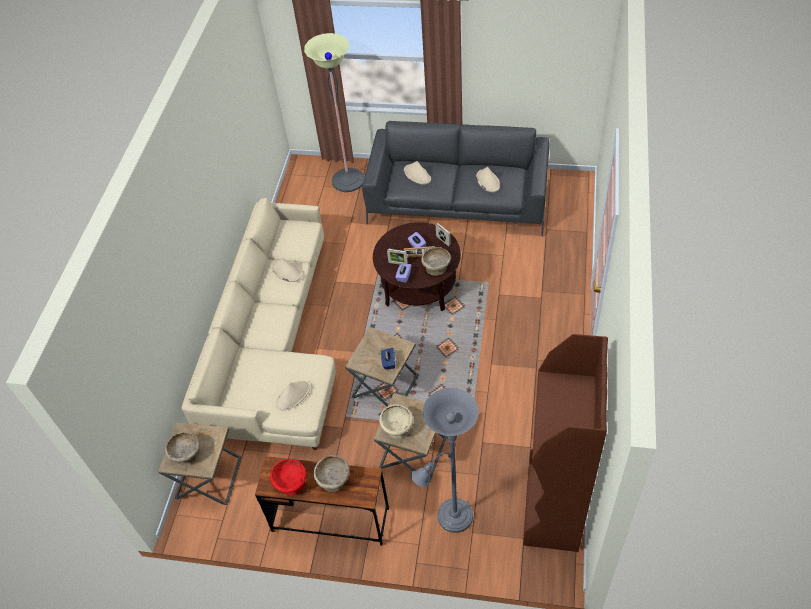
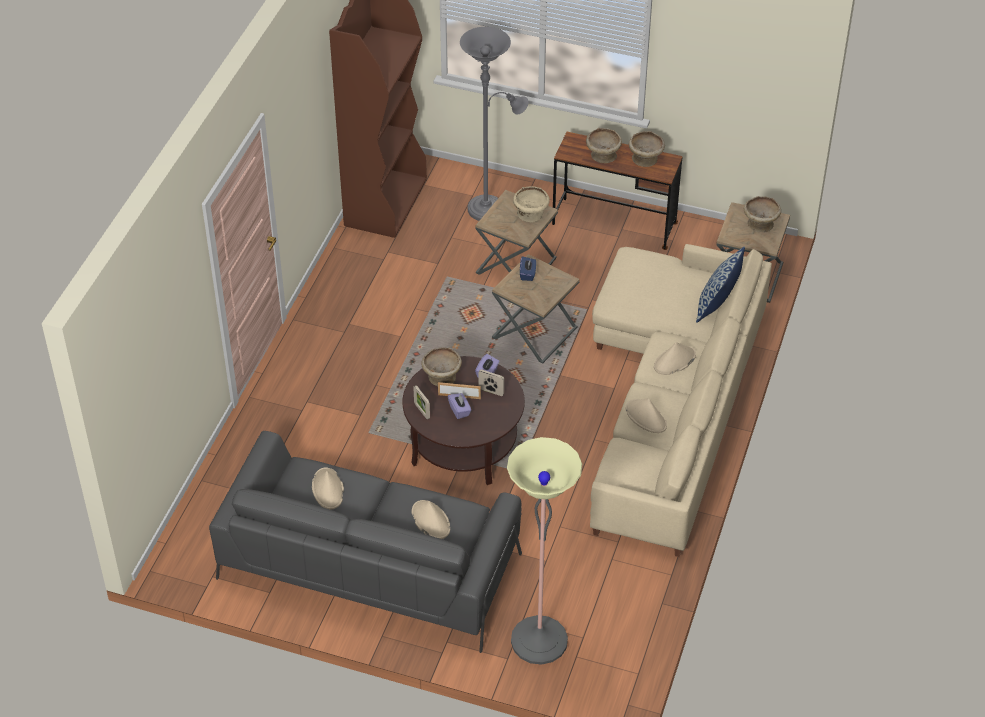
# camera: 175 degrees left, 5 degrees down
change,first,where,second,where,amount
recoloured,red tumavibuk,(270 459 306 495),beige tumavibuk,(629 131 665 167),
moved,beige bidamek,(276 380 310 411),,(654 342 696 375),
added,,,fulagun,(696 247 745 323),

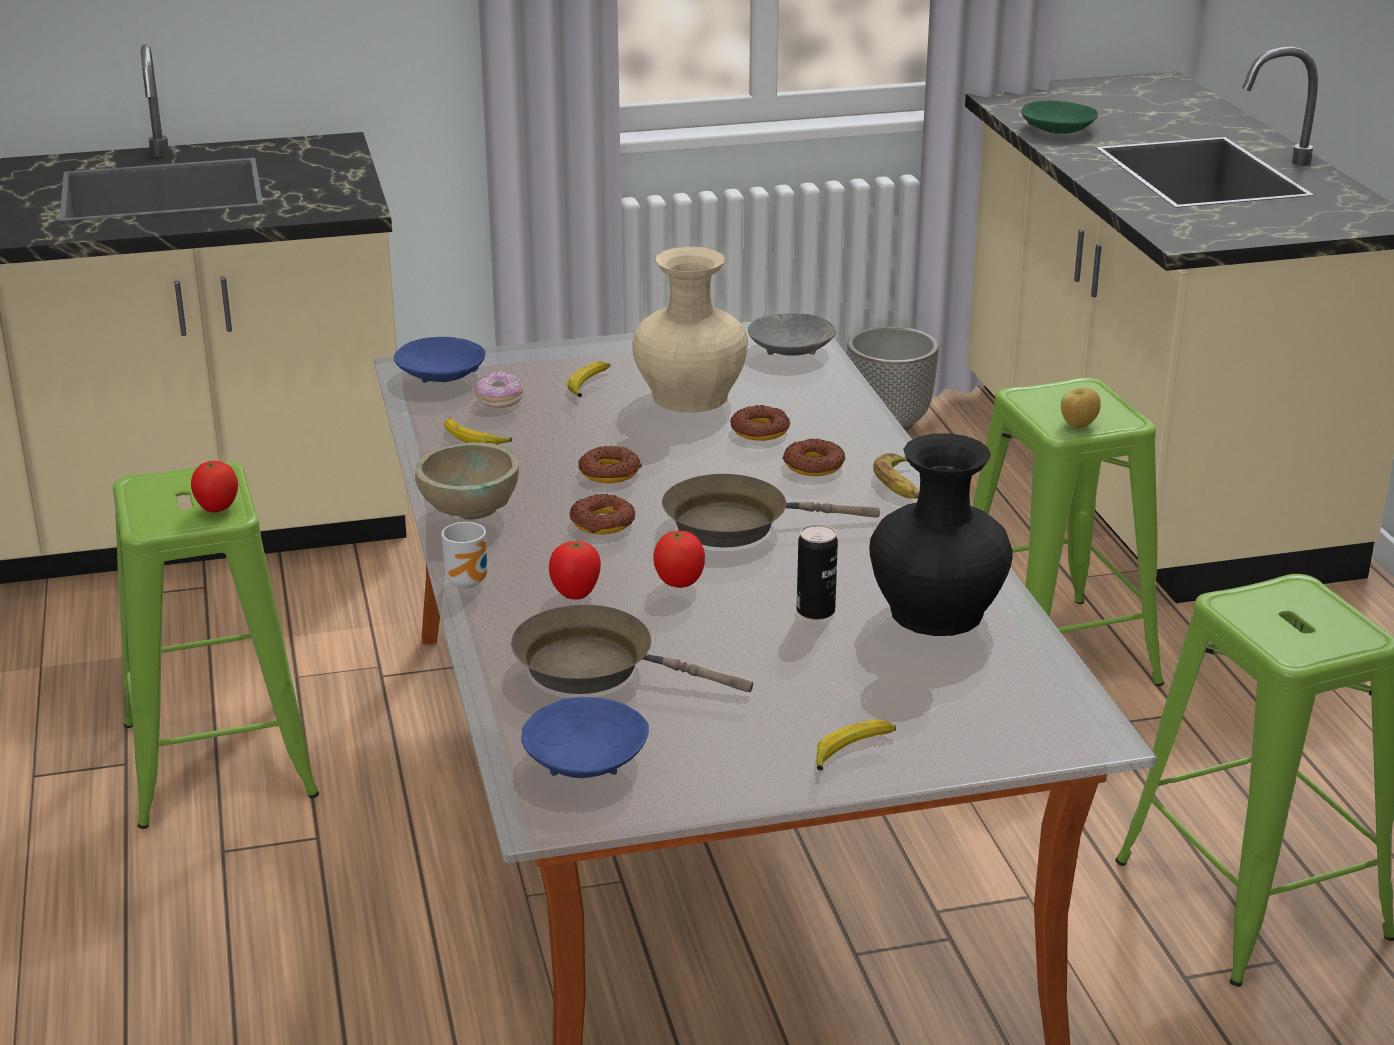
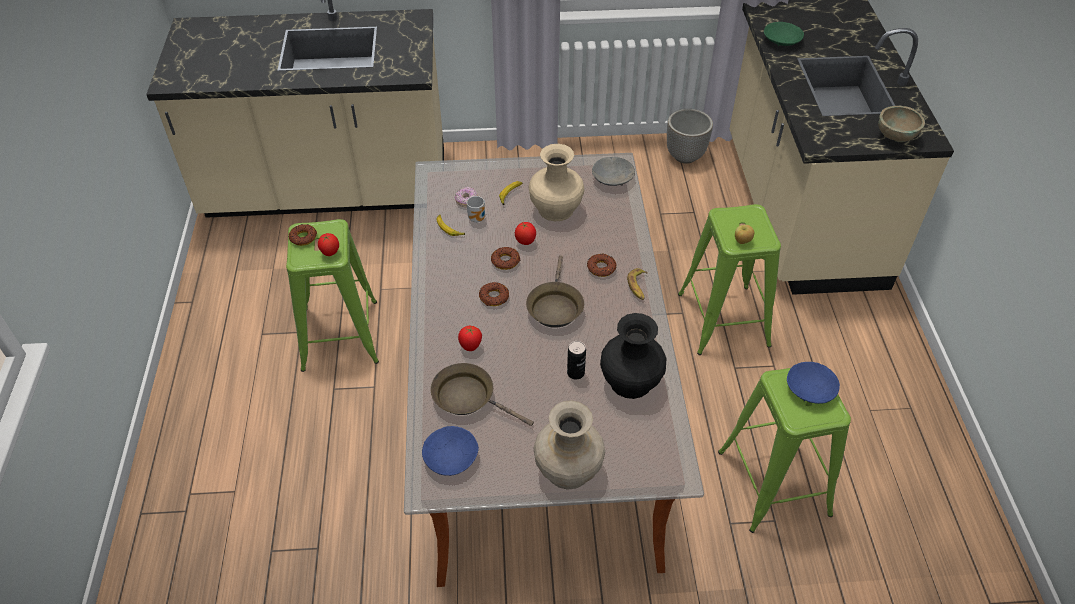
# camera: 10 degrees right, 20 degrees up
change,first,where,second,where,amount
moved,blue tumavibuk,(394 337 486 383),,(787 362 840 404),
moved,beige tumavibuk,(415 442 519 520),,(878 106 925 142),
moved,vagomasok,(442 522 487 589),,(467 196 485 223),
moved,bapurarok,(653 531 705 588),,(515 222 536 245),
turned,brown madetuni,(662 474 880 547),,(526 255 584 328),90 degrees counterclockwise
moved,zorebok,(730 405 790 441),,(288 224 317 246),
replaced,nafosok,(816 719 896 771),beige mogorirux,(534 400 605 490),

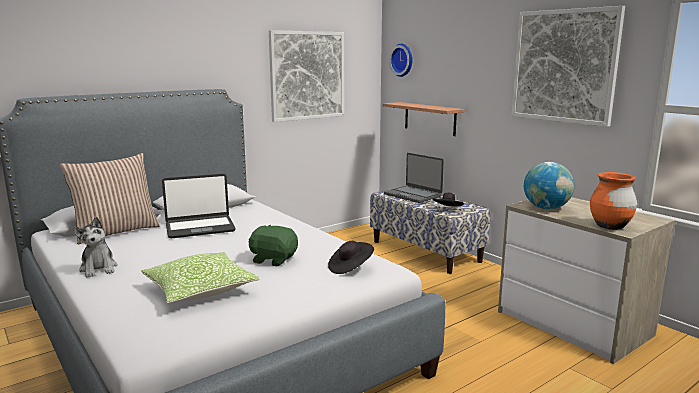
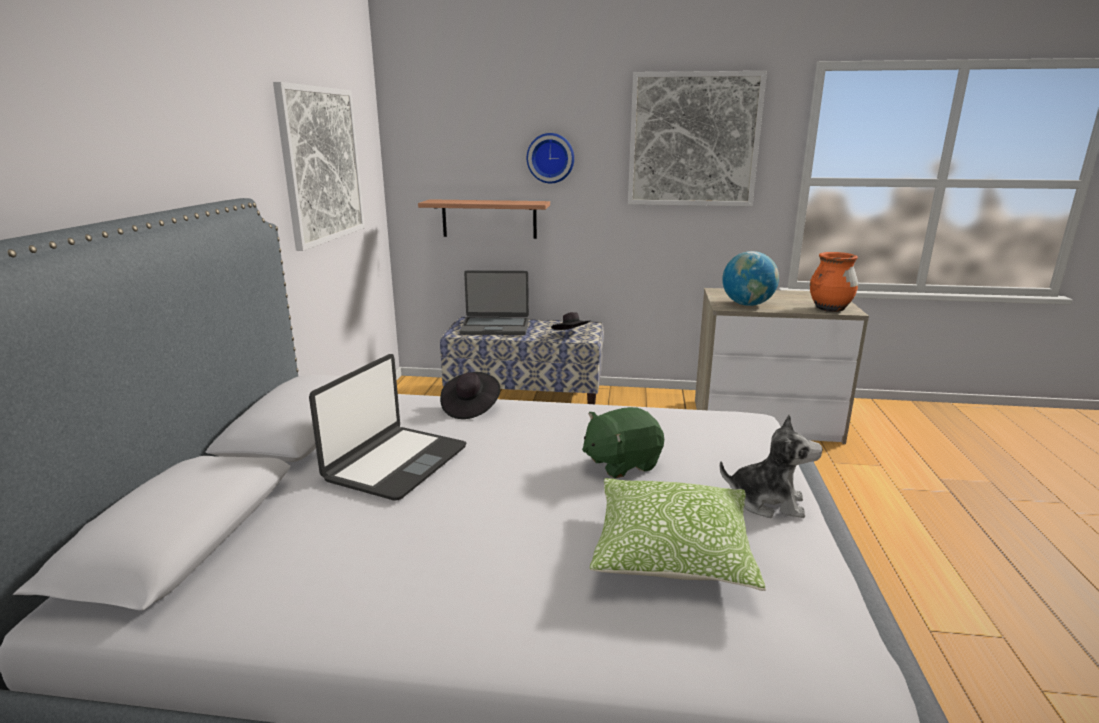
# camera: 45 degrees left, 5 degrees up
change,first,where,second,where,amount
removed,fulagun,(60 153 160 244),,,
moved,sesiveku,(73 217 117 278),,(719 414 823 518),
moved,black bidamek,(328 241 374 274),,(440 372 500 419),
moved,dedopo,(389 44 413 77),,(527 133 574 183),

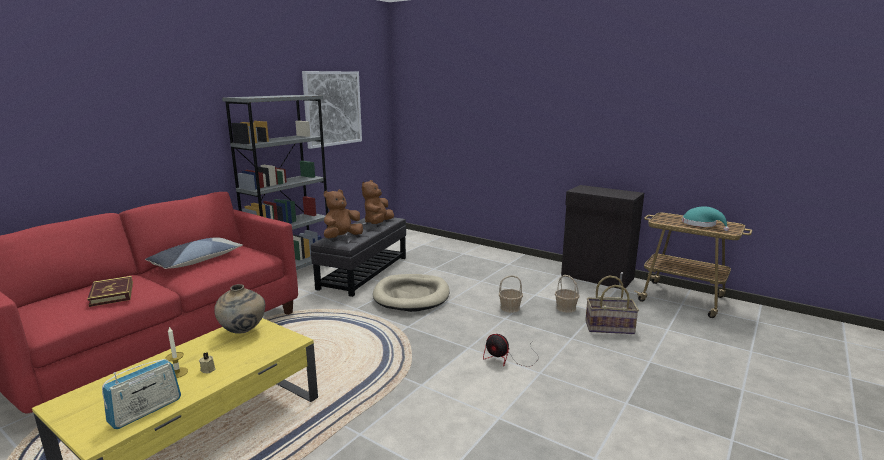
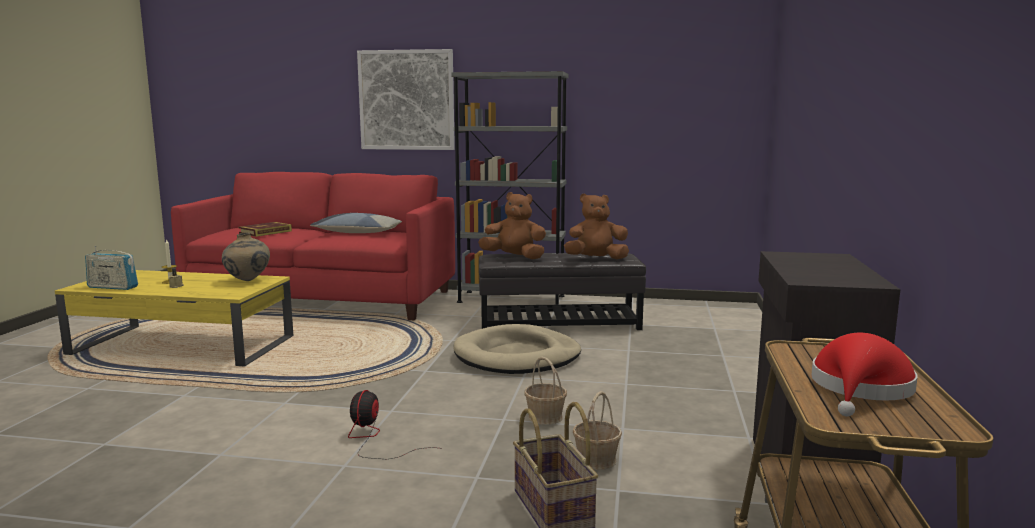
# camera: 65 degrees right, 5 degrees down
change,first,where,second,where,amount
moved,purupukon,(302 71 362 149),,(357 49 455 150),
recoloured,turquoise bidamek,(682 206 729 231),red bidamek,(811 333 917 417),

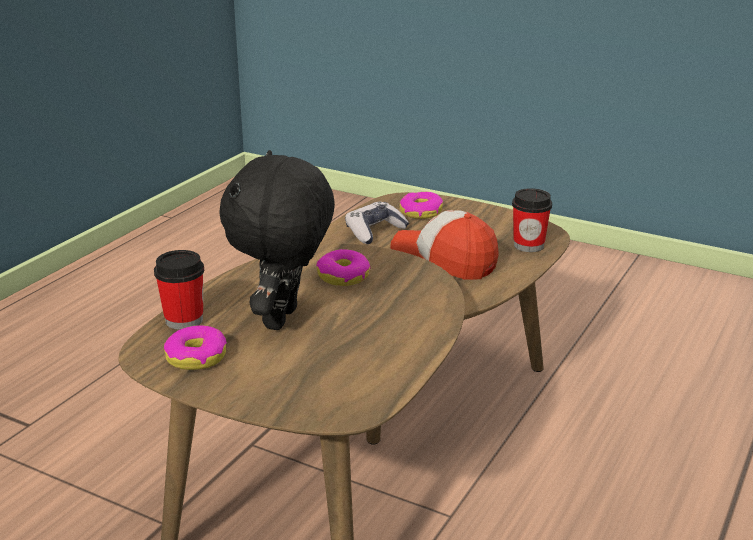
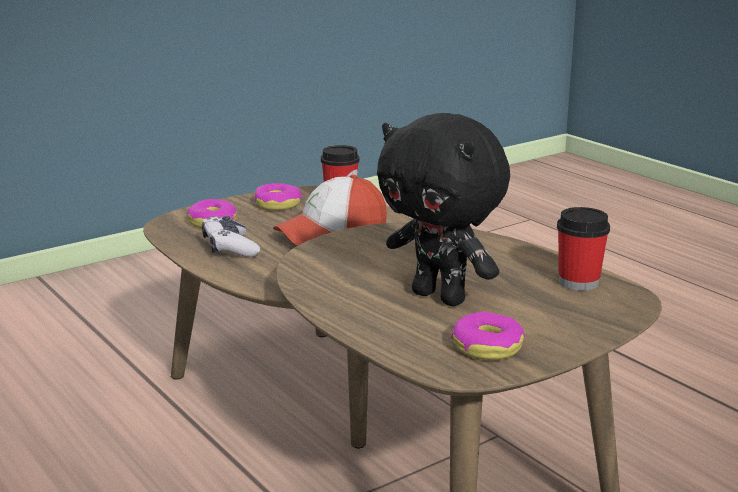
# camera: 65 degrees left, 5 degrees down
change,first,where,second,where,amount
moved,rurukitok,(154 250 204 330),,(557 207 610 290),
moved,zorebok,(316 249 371 286),,(255 183 302 211),

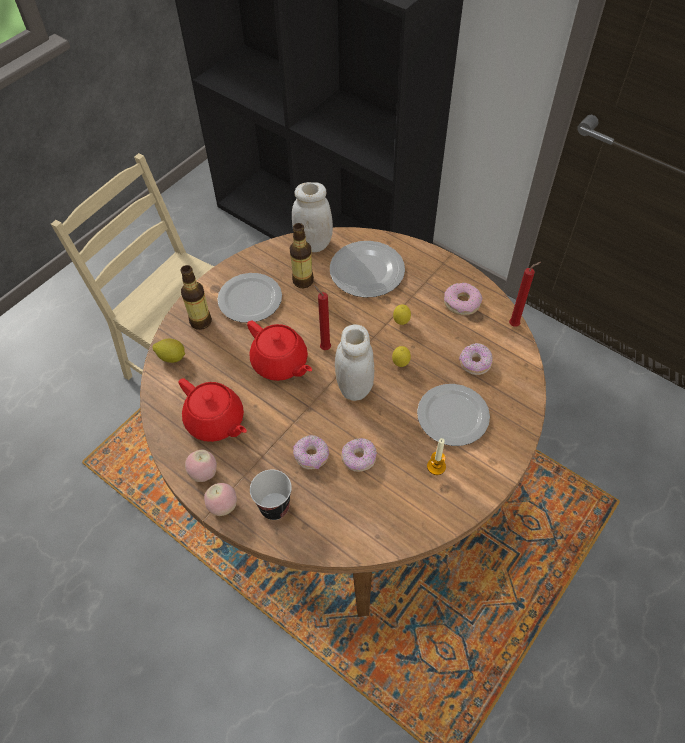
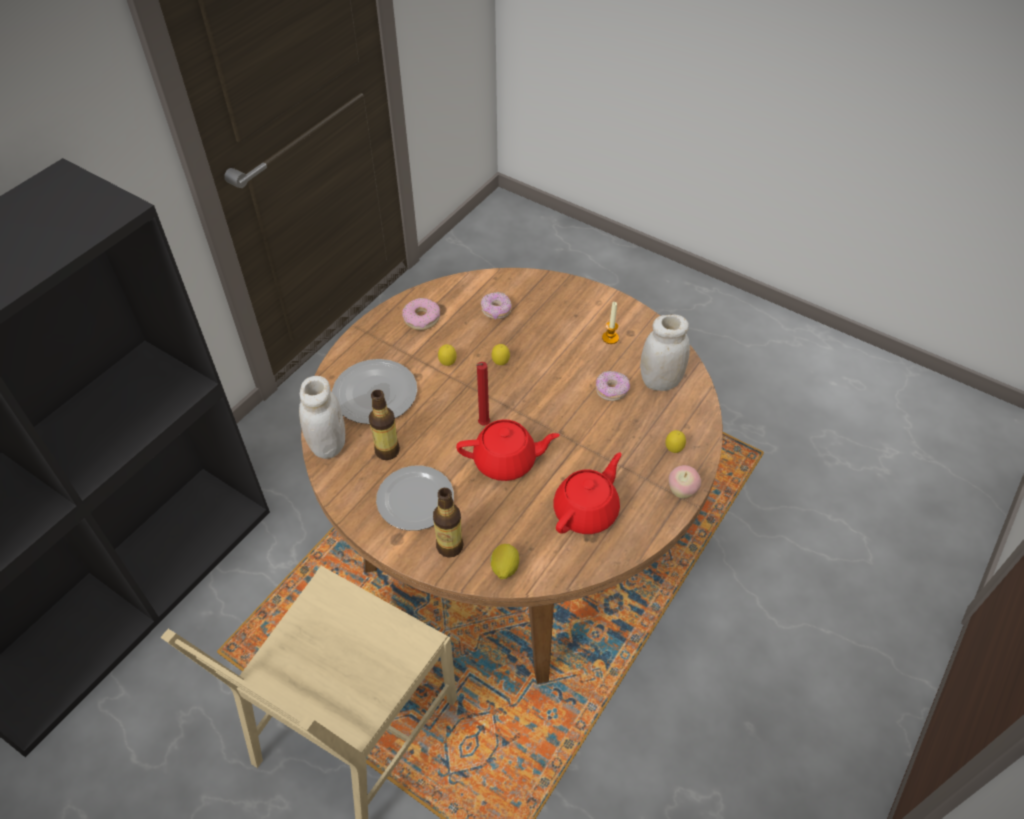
# camera: 95 degrees left, 5 degrees down
change,first,where,second,where,amount
removed,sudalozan,(185 450 217 482),,,
turned,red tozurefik,(247 321 312 381),,(456 419 560 481),45 degrees clockwise
replaced,rurukitok,(250 469 292 520),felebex,(665 430 686 453),
removed,zorebok,(293 435 329 470),,,
moved,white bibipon,(335 324 374 401),,(640 315 690 391),
removed,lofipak,(417 384 490 446),,,
removed,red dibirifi,(509 262 541 327),,,

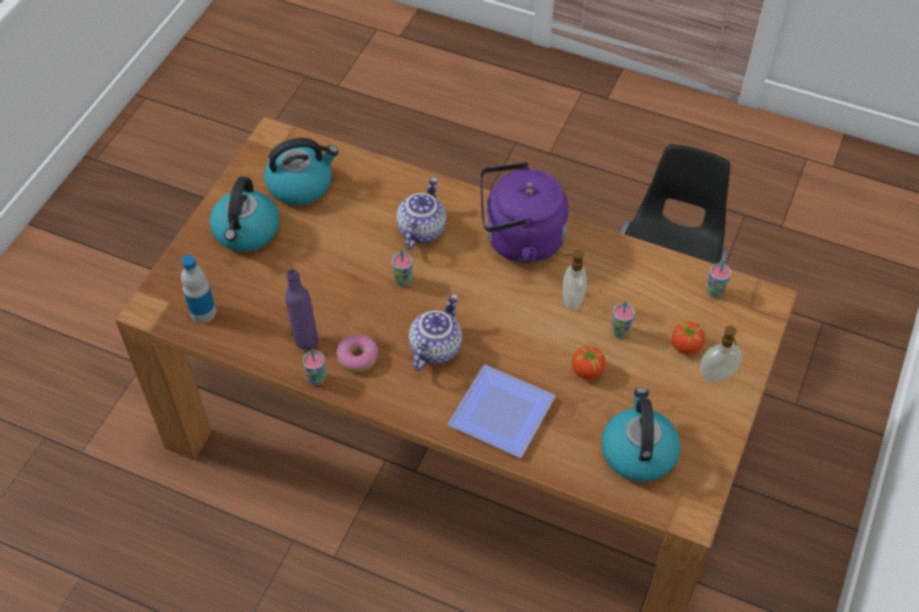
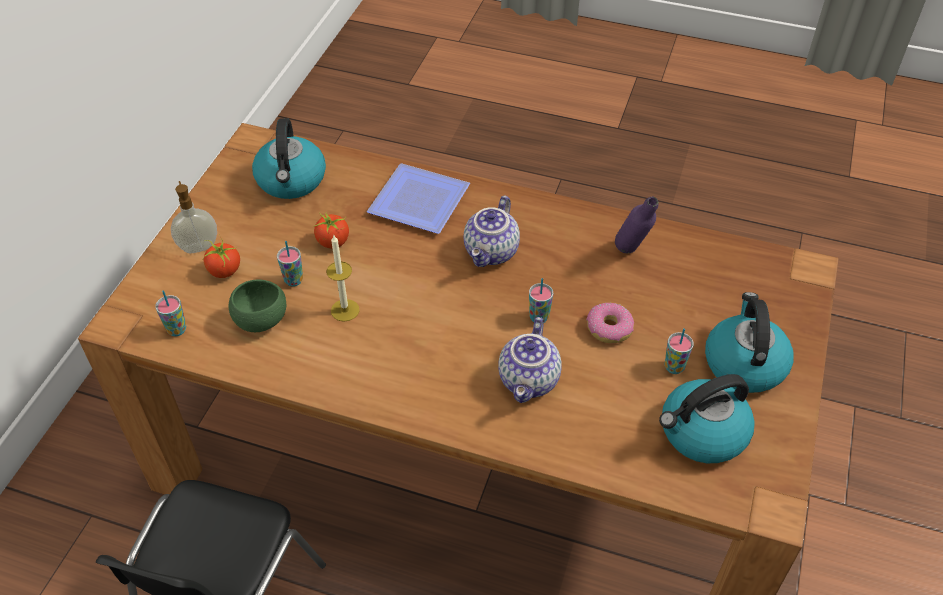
# camera: 175 degrees right, 5 degrees down
change,first,where,second,where,amount
removed,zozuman,(181 255 216 323),,,
moved,rurukitok,(303 349 326 385),,(665 328 694 374),
moved,zorebok,(336 334 378 372),,(586 302 634 343),
removed,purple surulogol,(480 162 569 263),,,
replaced,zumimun,(563 250 587 310),dibirifi,(326 234 360 322),
added,,,green tumavibuk,(229 280 286 332),

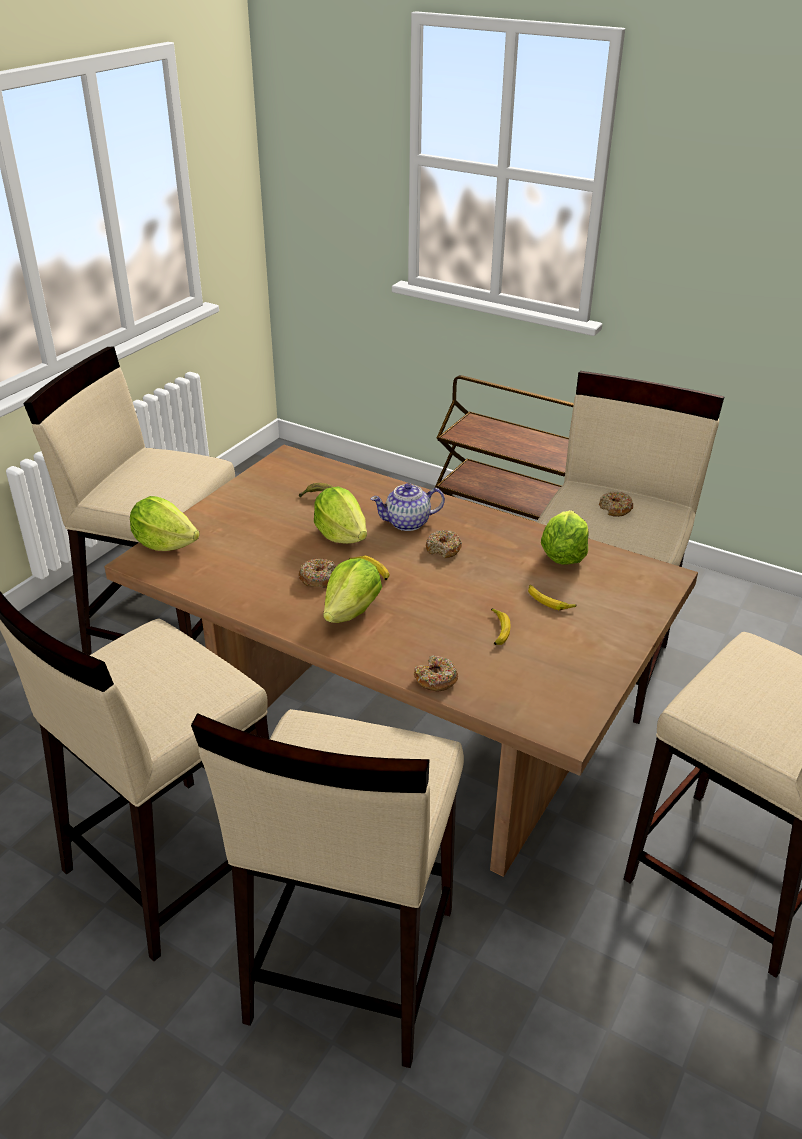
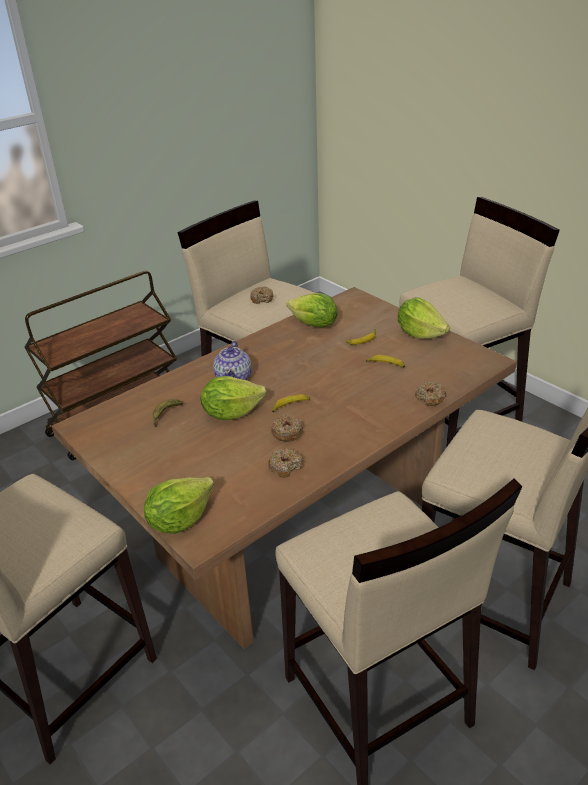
# camera: 70 degrees left, 0 degrees up
change,first,where,second,where,amount
moved,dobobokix,(323 558 382 623),,(398 297 450 339),
moved,zorebok,(426 530 462 558),,(268 448 303 478),

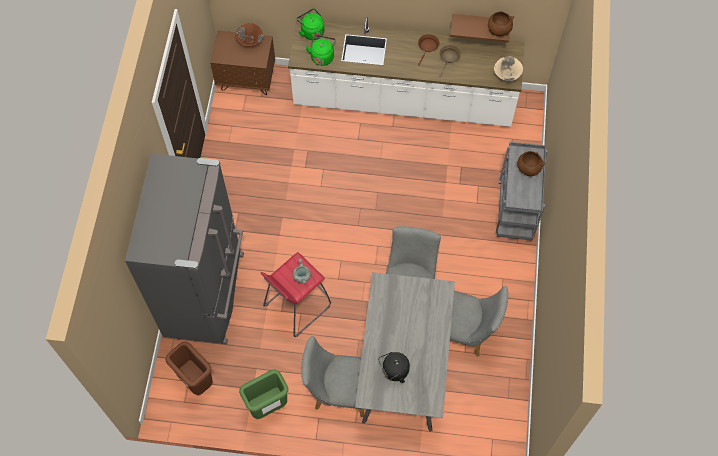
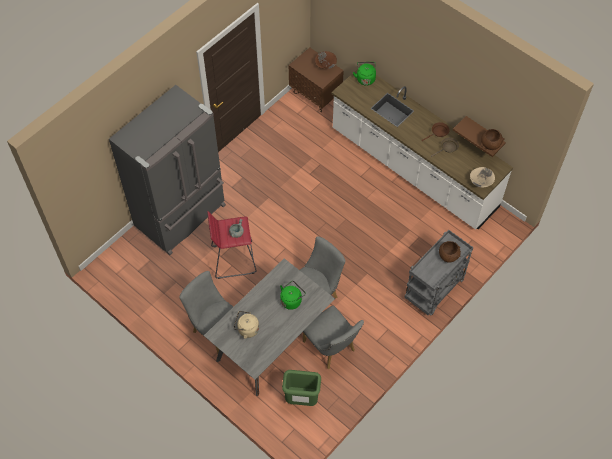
# camera: 35 degrees right, 5 degrees down
change,first,where,second,where,amount
removed,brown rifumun,(165 342 213 395),,,
moved,green rifumun,(239 370 288 419),,(282 370 321 406),
moved,green surulogol,(305 35 336 66),,(280 281 306 310),
recoloured,black surulogol,(378 352 410 383),beige surulogol,(234 311 259 339),

